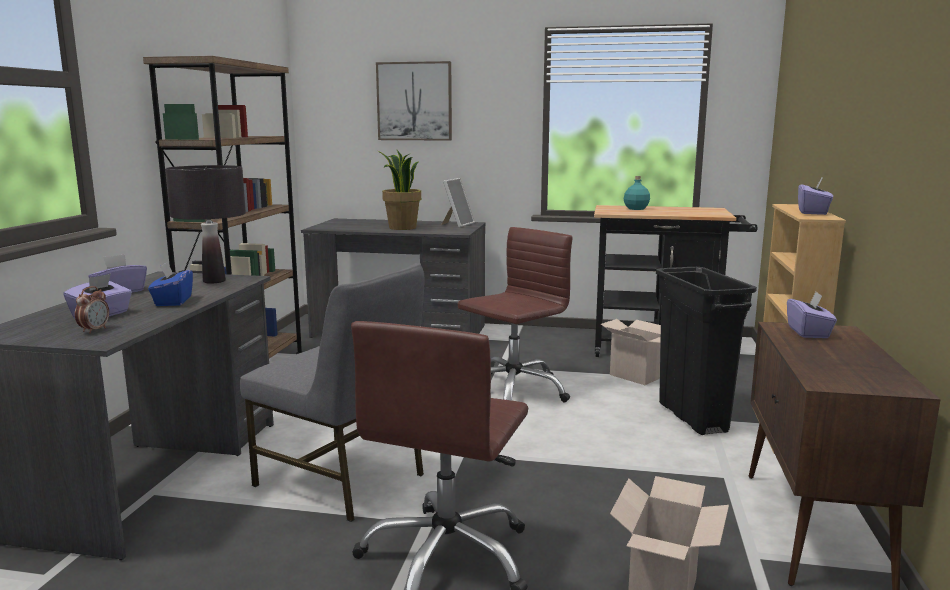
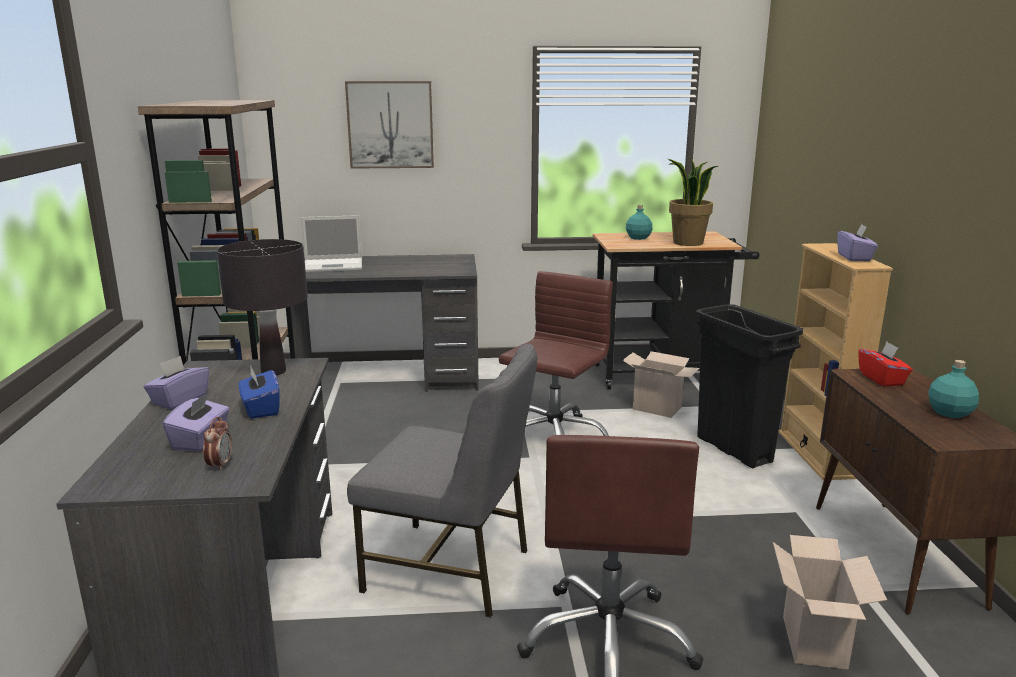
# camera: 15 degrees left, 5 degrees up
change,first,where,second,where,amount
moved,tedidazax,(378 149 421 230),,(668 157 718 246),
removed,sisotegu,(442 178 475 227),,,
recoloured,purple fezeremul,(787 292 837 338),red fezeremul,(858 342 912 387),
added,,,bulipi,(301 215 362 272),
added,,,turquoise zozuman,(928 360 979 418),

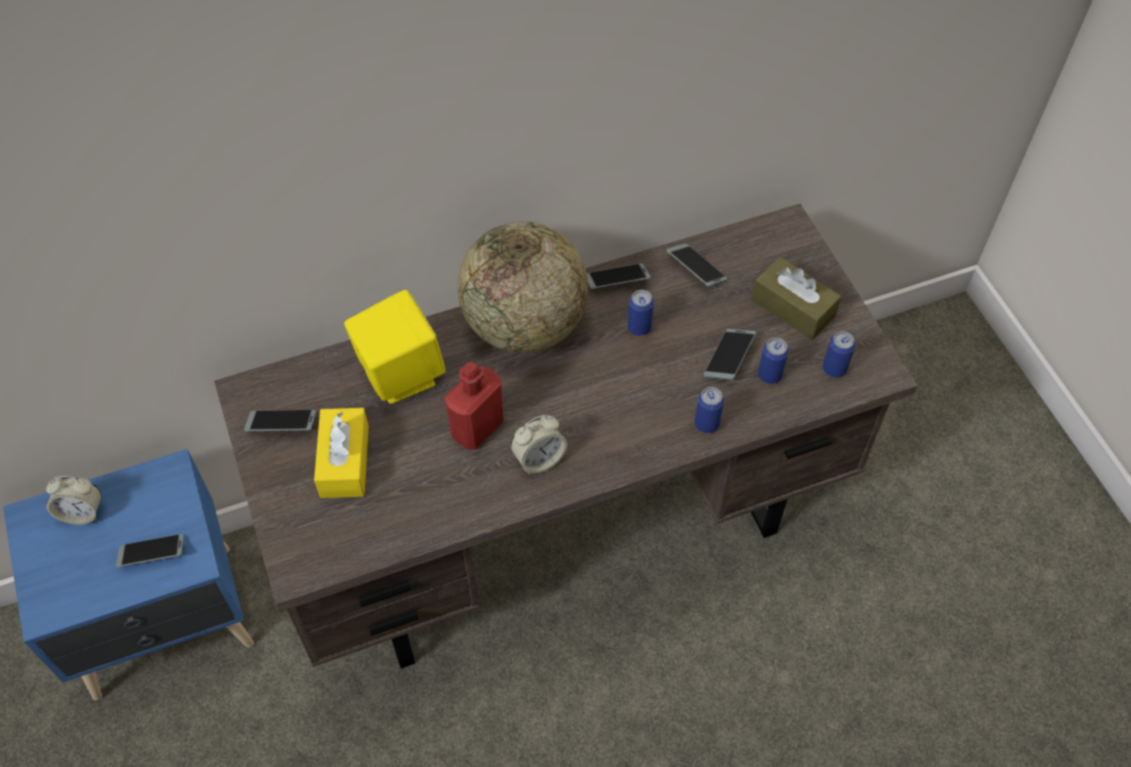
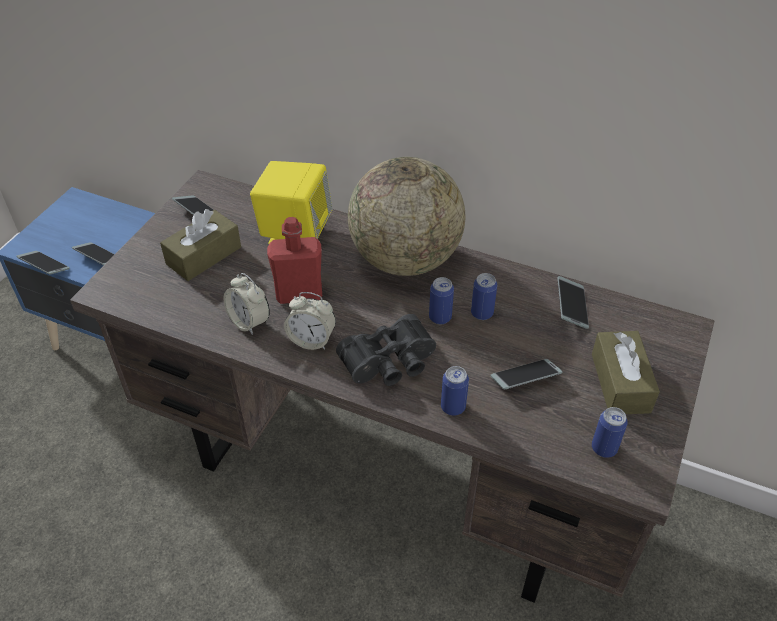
# camera: 45 degrees right, 10 degrees down
change,first,where,second,where,amount
moved,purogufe,(46 476 102 525),,(224 273 270 335),
recoloured,yellow fezeremul,(314 408 369 498),brown fezeremul,(160 209 241 281),
moved,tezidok,(587 263 651 289),,(17 251 70 275),
moved,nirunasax,(758 338 789 384),,(429 277 454 324),
added,,,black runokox,(336 314 436 386),

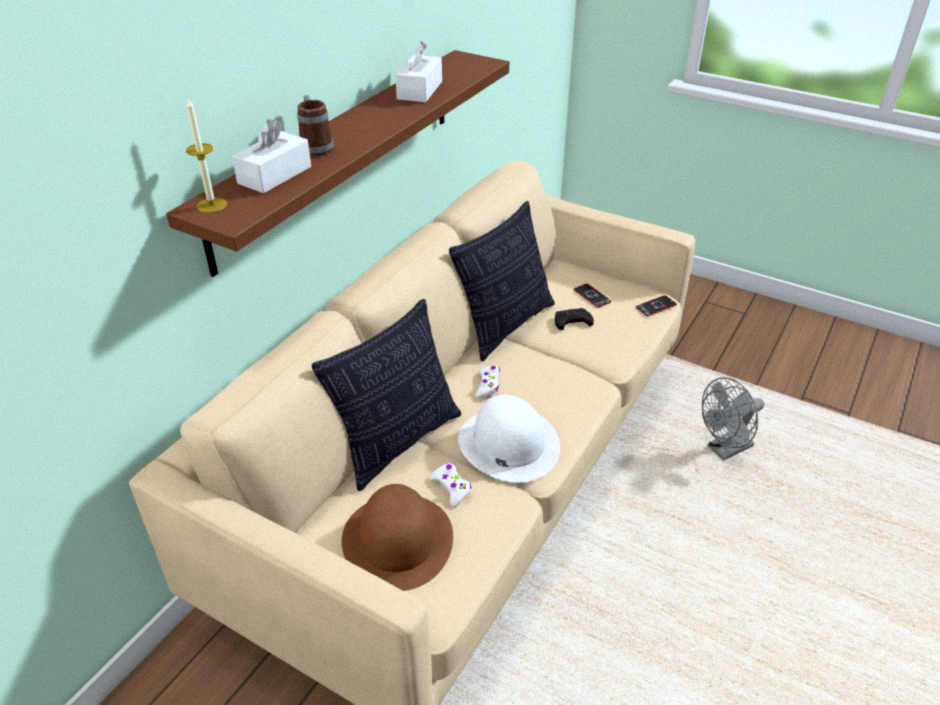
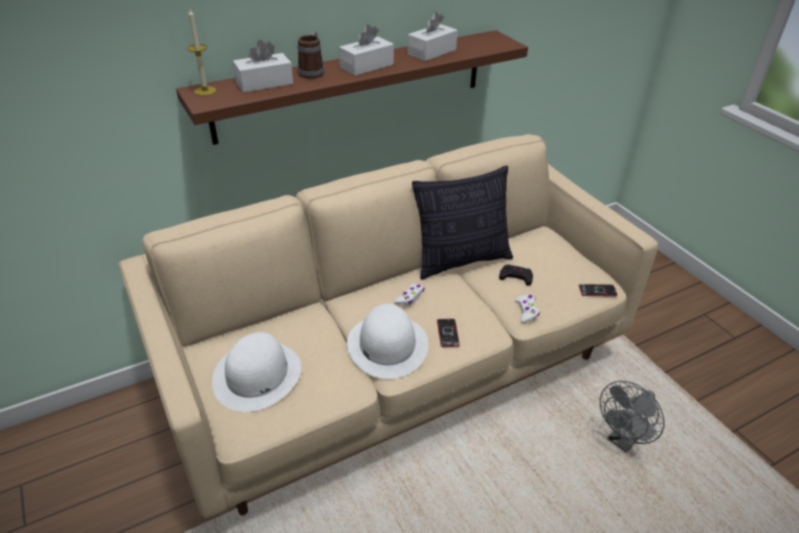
# camera: 30 degrees right, 0 degrees up
change,first,where,second,where,amount
removed,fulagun,(312 299 461 491),,,
recoloured,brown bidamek,(342 484 453 591),white bidamek,(212 332 301 412),
moved,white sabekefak,(429 463 471 507),,(515 294 540 323),
moved,tezidok,(574 283 612 308),,(437 319 460 347),
turned,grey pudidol,(702 377 765 461),,(600 381 665 453),45 degrees counterclockwise
added,,,white fezeremul,(339 24 394 76),

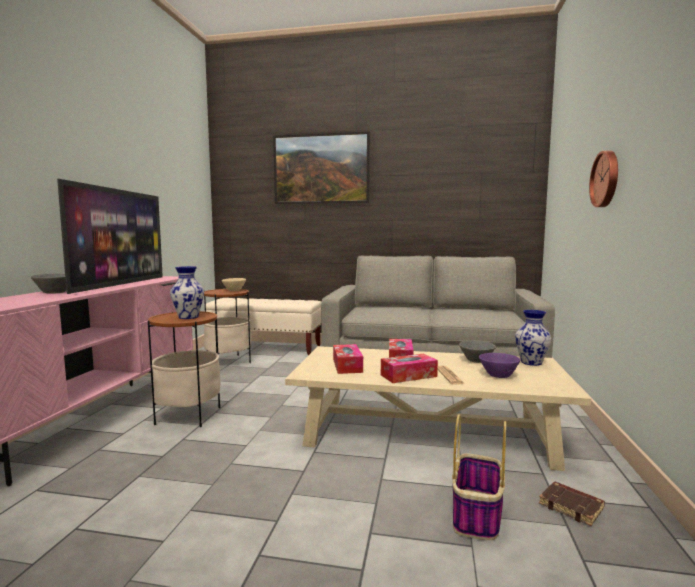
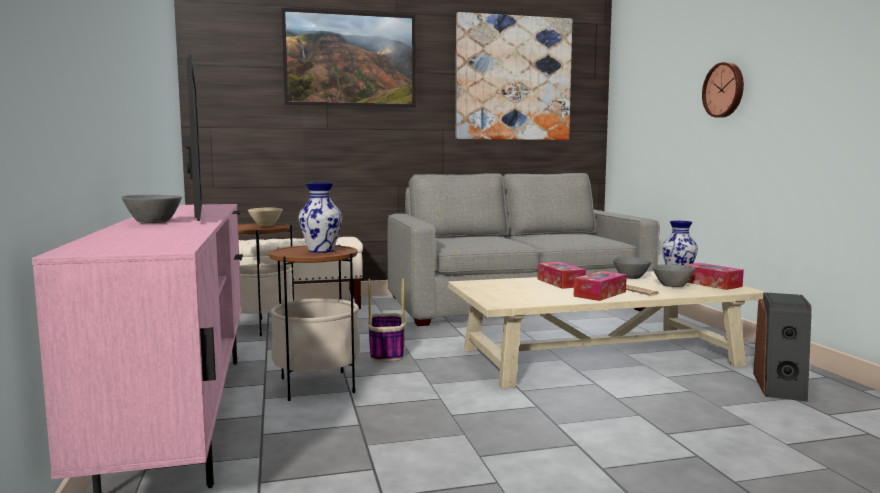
# camera: 25 degrees left, 0 degrees up
change,first,where,second,where,amount
moved,fezeremul,(333 344 363 374),,(685 263 744 290),
moved,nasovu,(452 414 506 540),,(368 278 405 362),
recoloured,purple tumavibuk,(479 353 520 378),grey tumavibuk,(653 264 695 287),
replaced,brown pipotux,(539 481 605 526),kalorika,(753 292 812 402),
added,,,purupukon,(456 12 572 140),

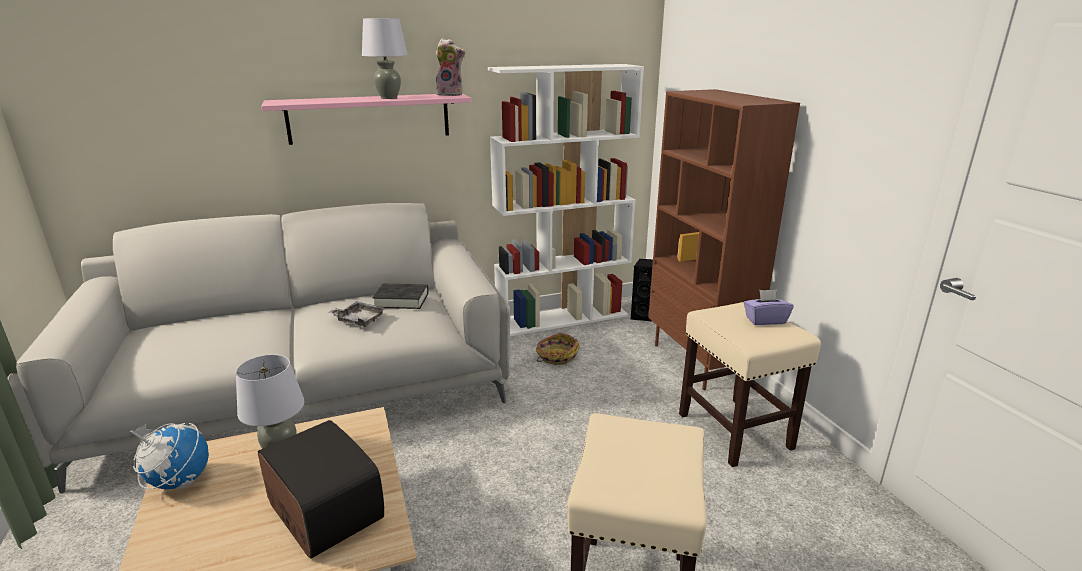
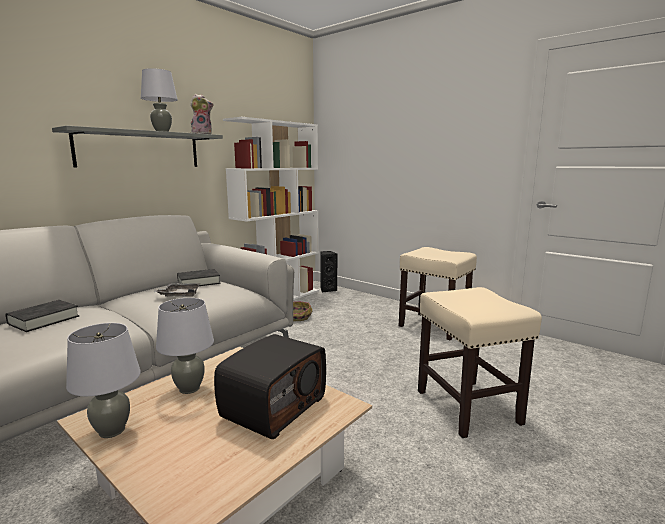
# camera: 30 degrees left, 10 degrees down
change,first,where,second,where,amount
replaced,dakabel,(131 423 209 489),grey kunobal,(66 323 141 438),
turned,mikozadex,(258 420 384 559),,(214 334 326 439),105 degrees clockwise
recoloured,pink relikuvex,(261 94 472 145),grey relikuvex,(52 126 223 168),
removed,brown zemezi,(648 89 800 390),,,
removed,purple fezeremul,(744 290 794 325),,,
added,,,black pipotux,(5 300 79 332),

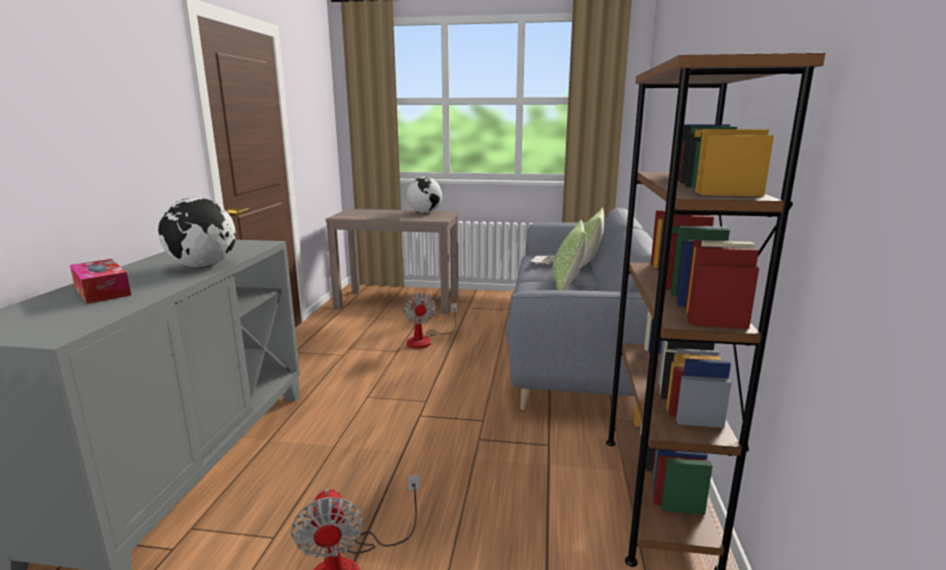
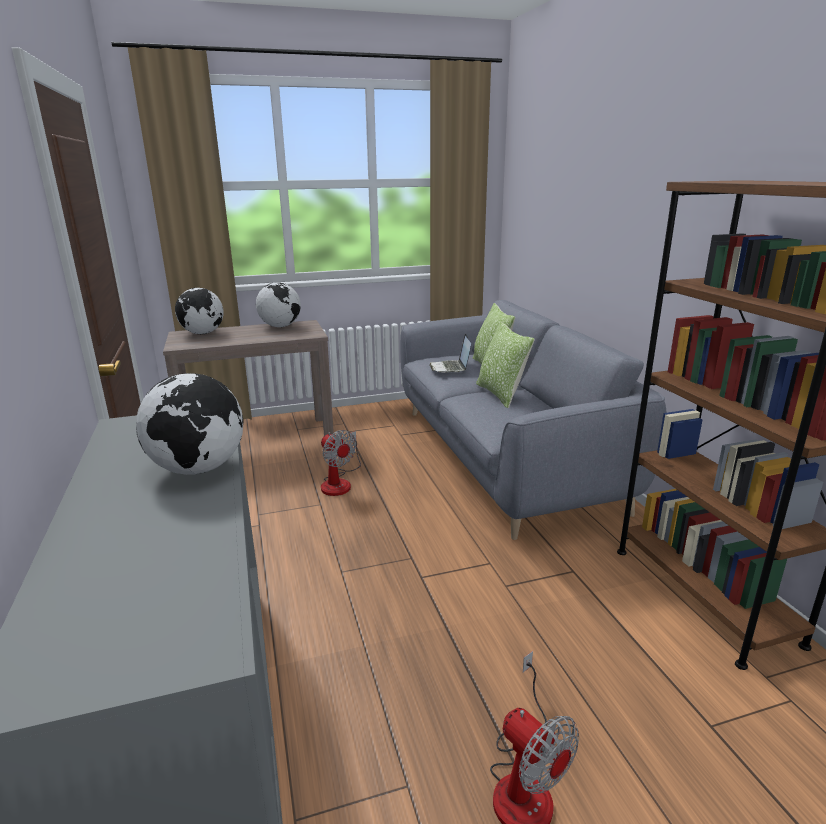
# camera: 25 degrees left, 5 degrees up
change,first,where,second,where,amount
removed,fezeremul,(70 259 131 304),,,
added,,,dakabel,(175 288 224 334),

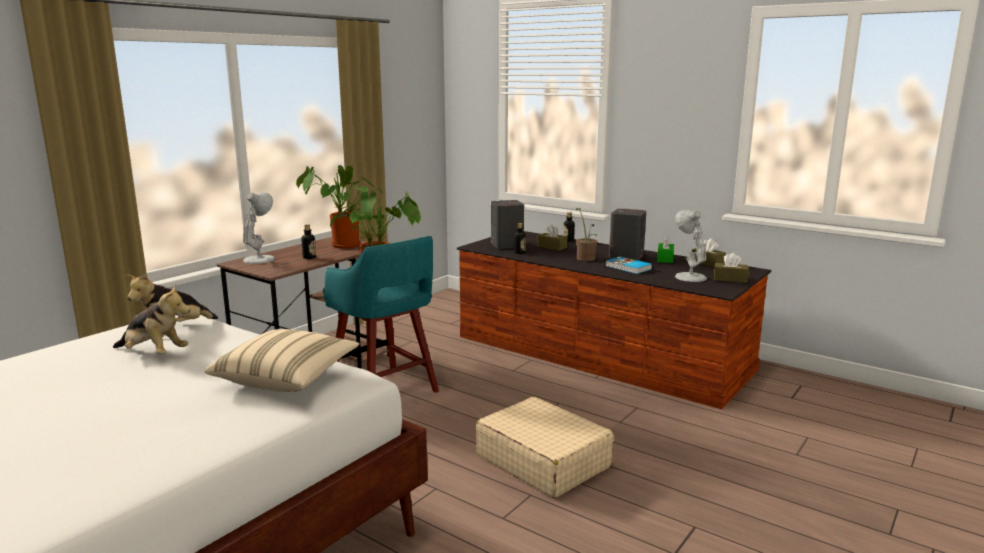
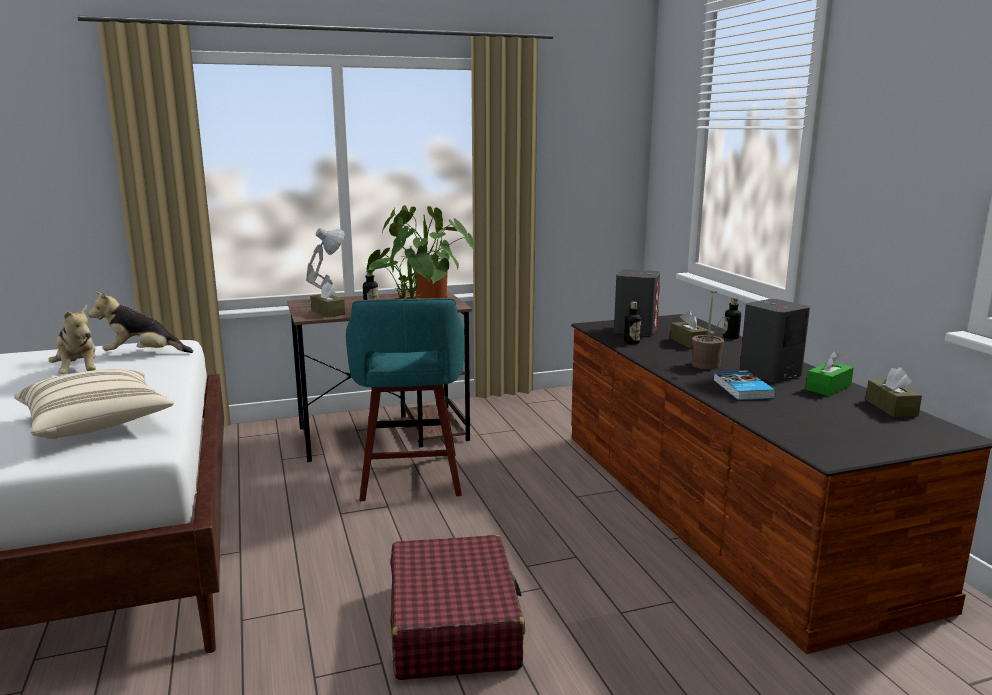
# camera: 35 degrees right, 0 degrees up
change,first,where,second,where,amount
recoloured,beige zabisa,(476 397 614 498),red zabisa,(390 535 525 680),
removed,white kunobal,(675 210 707 282),,,
moved,brown fezeremul,(714 253 749 283),,(310 282 345 318),

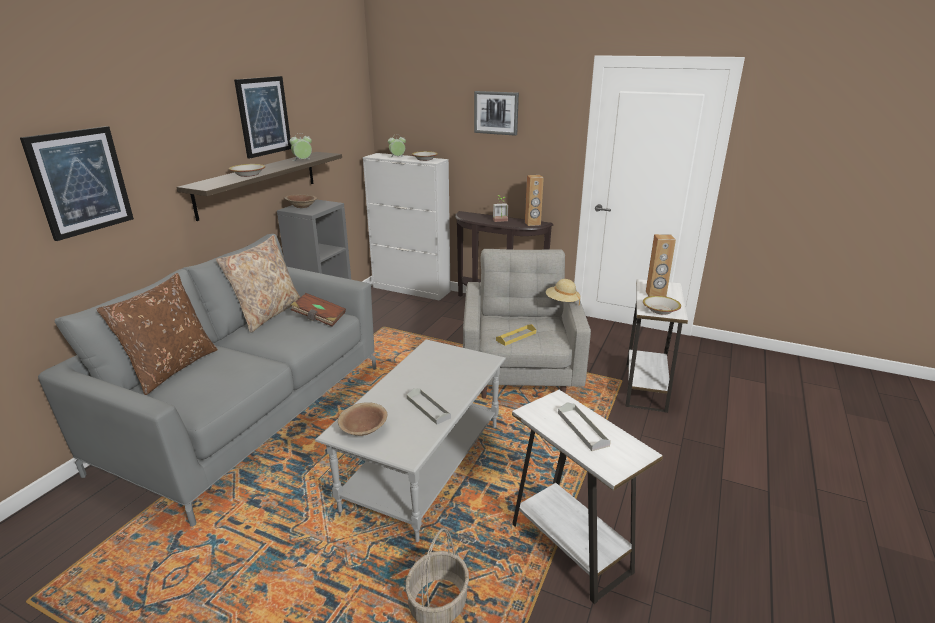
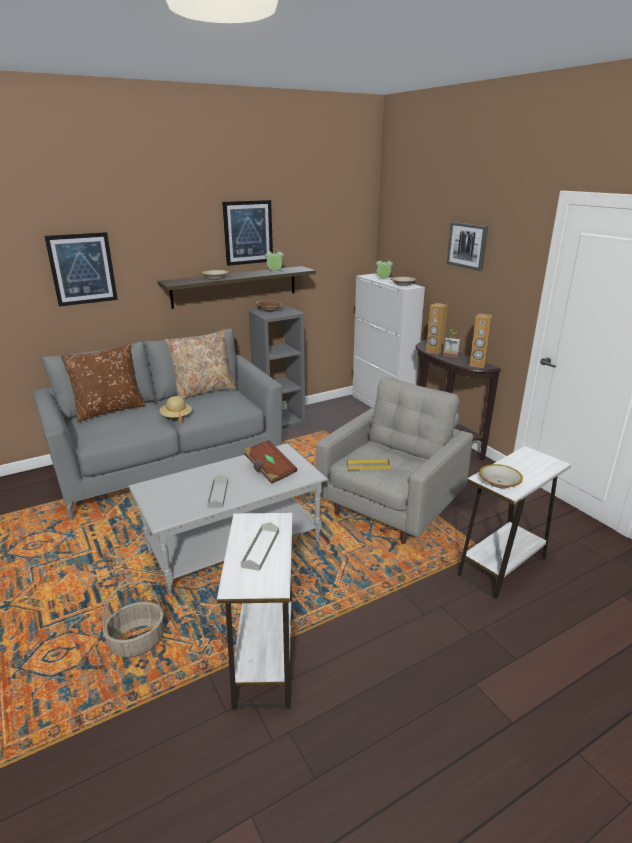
# camera: 35 degrees right, 0 degrees up
change,first,where,second,where,amount
moved,brown pipotux,(291 293 346 327),,(244 440 297 484),
removed,brown tumavibuk,(338 402 387 436),,,
moved,beige bidamek,(546 279 580 305),,(159 396 192 423),
moved,brown kalorika,(646 234 676 297),,(426 303 448 354),

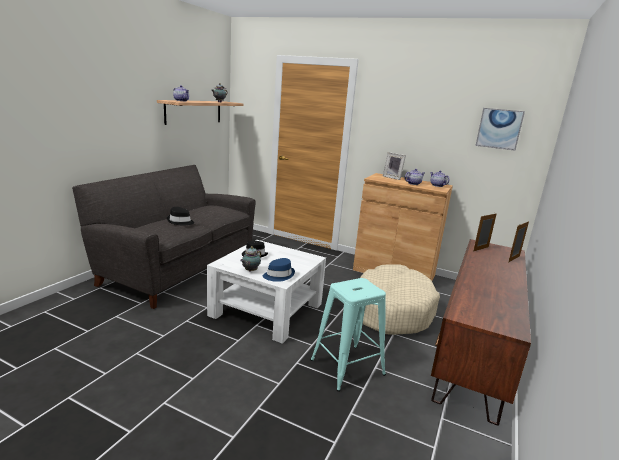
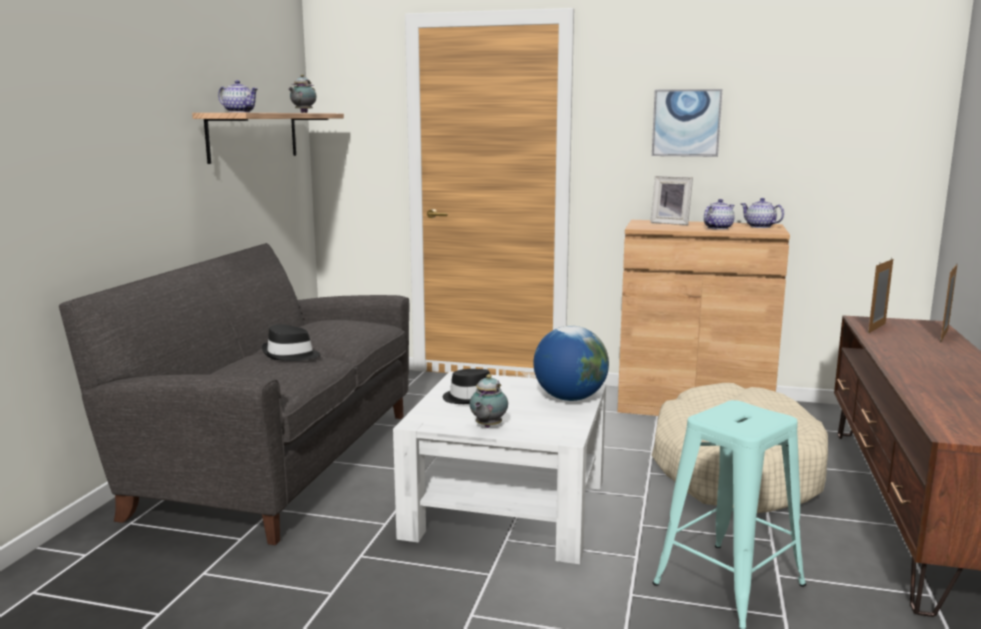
# camera: 10 degrees left, 5 degrees down
change,first,where,second,where,amount
removed,blue bidamek,(263 258 295 282),,,
moved,purupukon,(475 108 525 151),,(652 89 722 157),
added,,,dakabel,(533 326 609 401),

